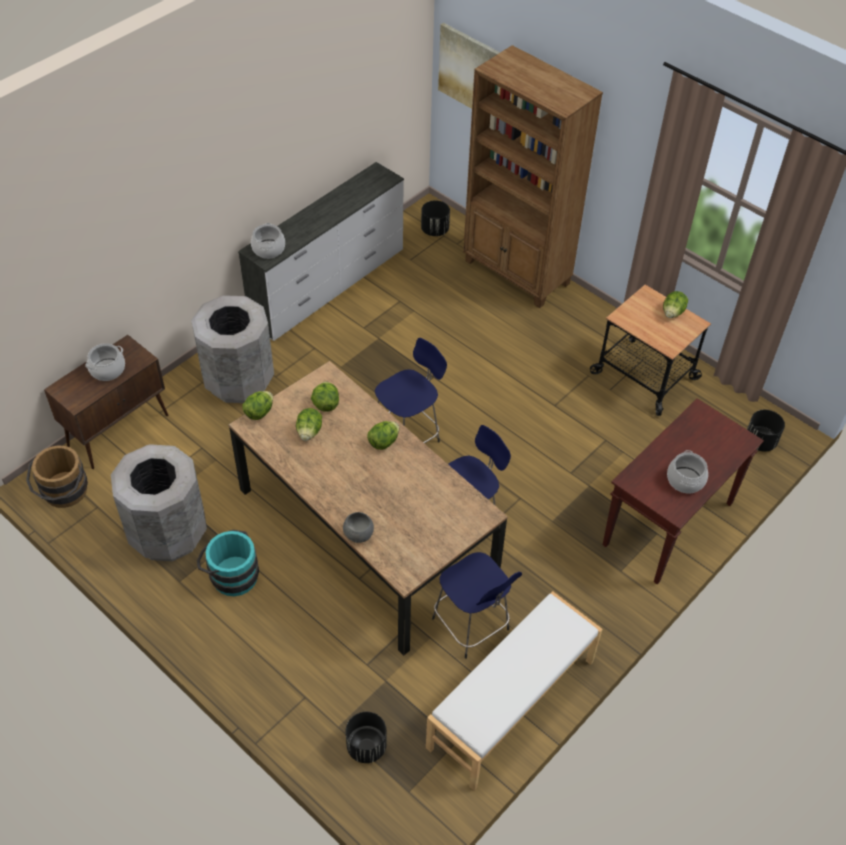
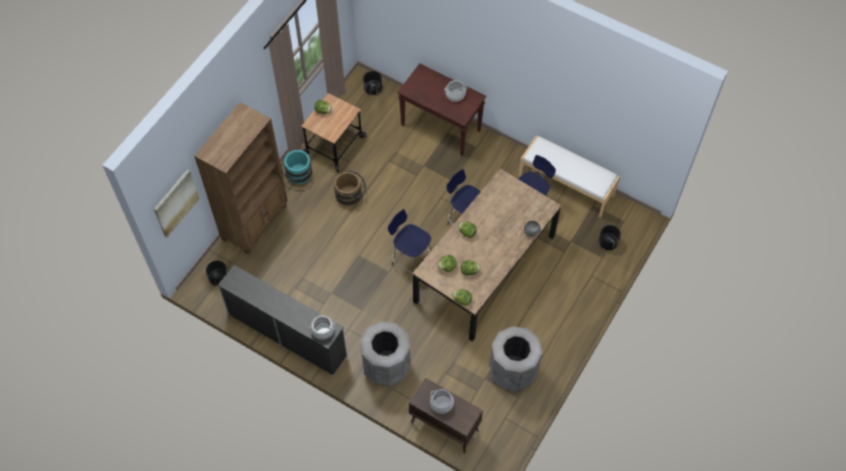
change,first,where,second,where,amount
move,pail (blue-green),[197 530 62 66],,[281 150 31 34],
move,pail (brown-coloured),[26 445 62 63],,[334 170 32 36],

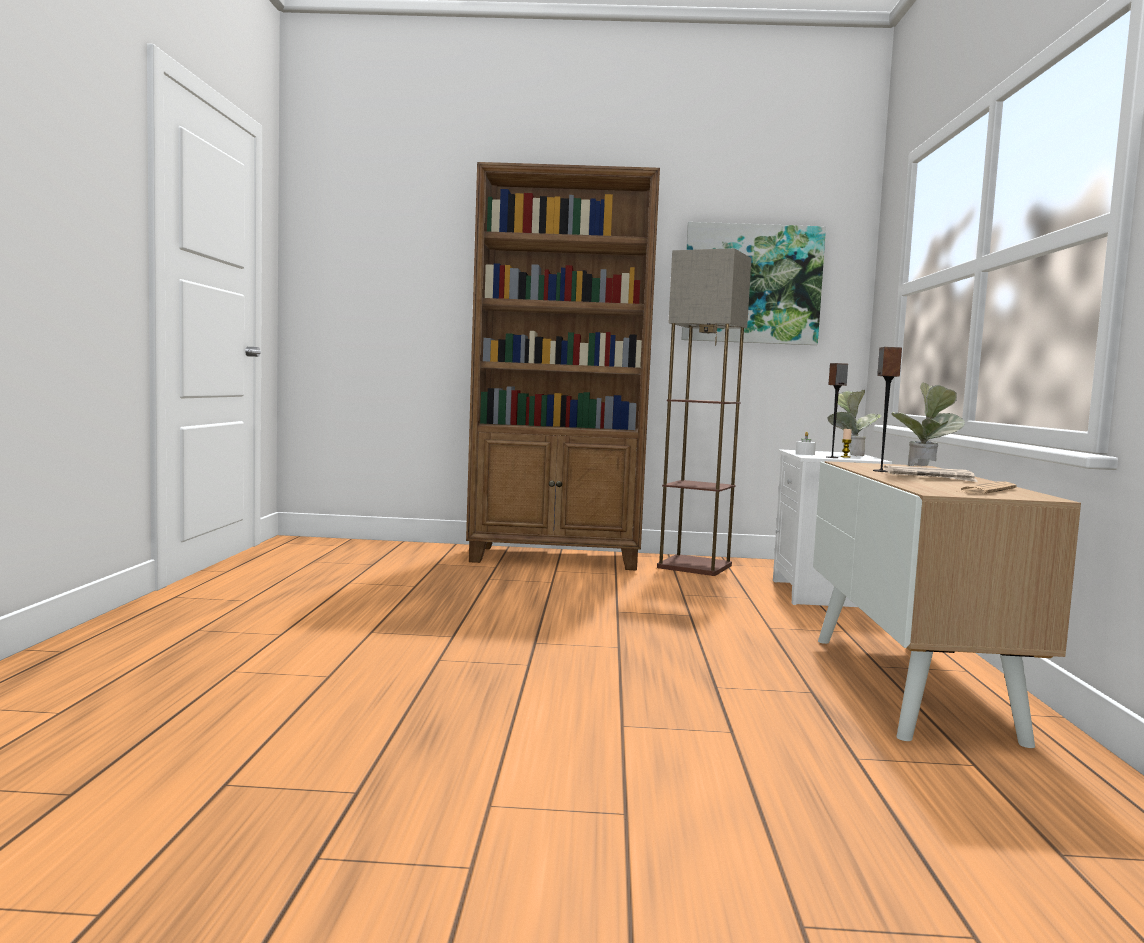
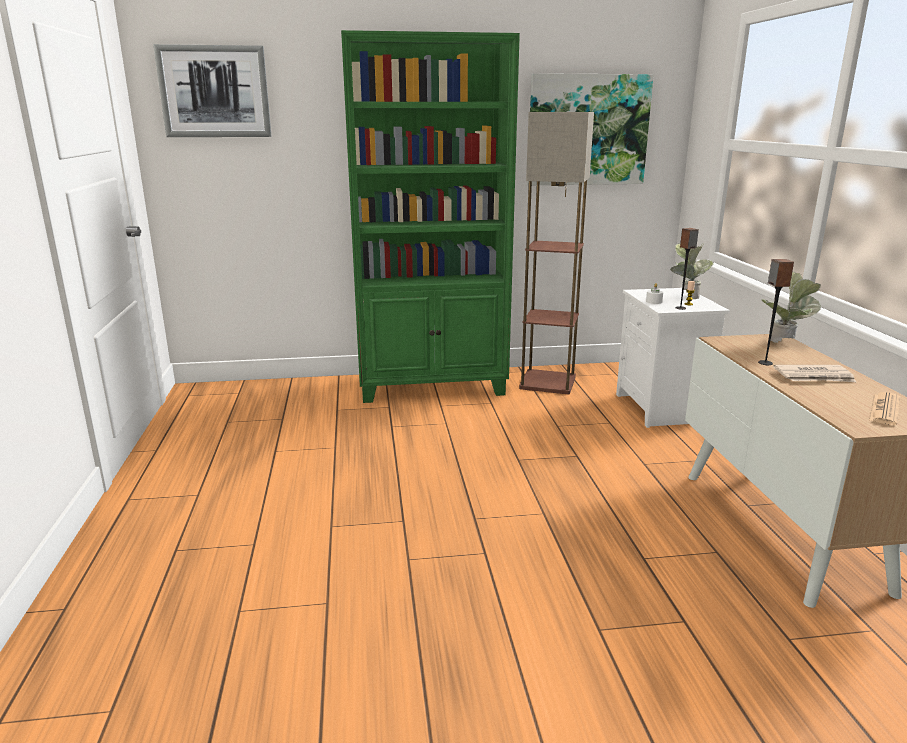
change,first,where,second,where,amount
insert,,,wall picture,[153 44 119 93],
recolor,bookshelf (brown-coloured),[466 162 194 408],bookshelf (green),[341 30 179 373],

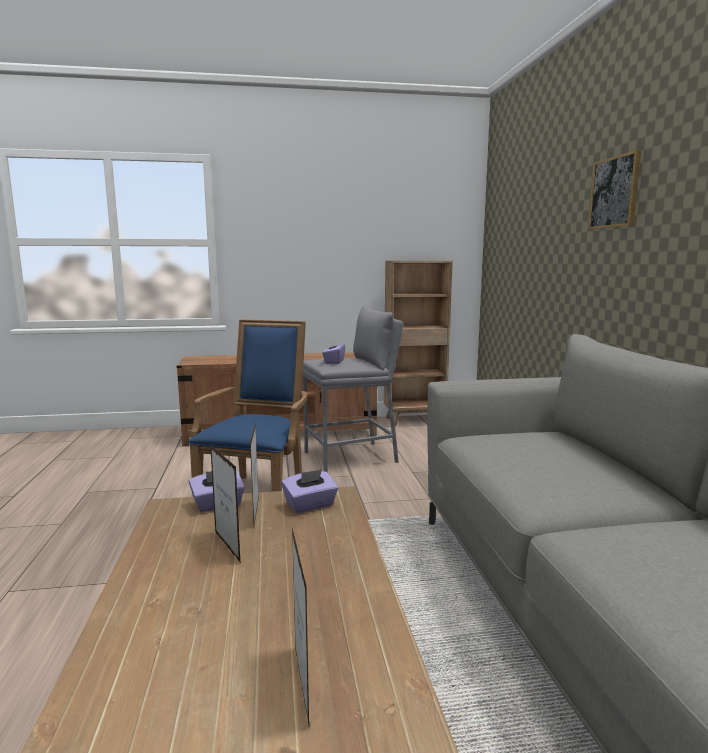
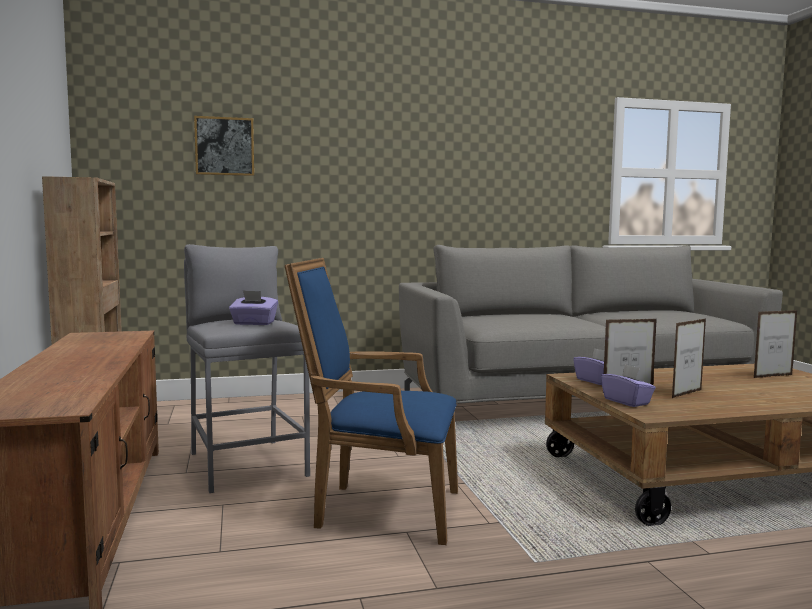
change,first,where,second,where,amount
move,wall picture,[588 150 53 79],,[194 116 60 60],

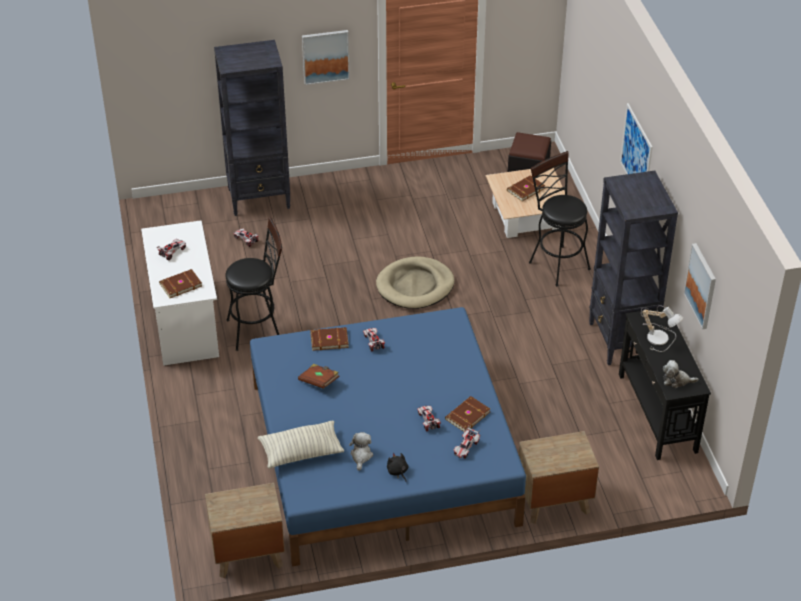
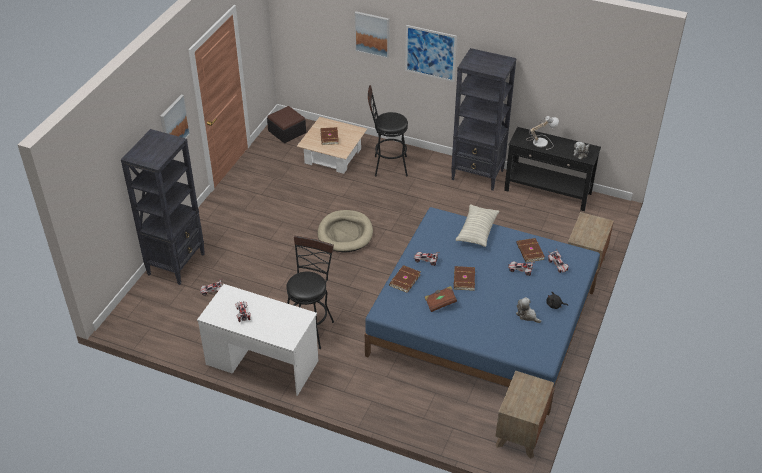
change,first,where,second,where,amount
move,wall picture,[684 243 32 87],,[355 11 34 47],
move,bound book (brown-coloured),[159 269 43 29],,[454 266 21 25],
move,cushion,[258 421 86 48],,[456 205 43 42],

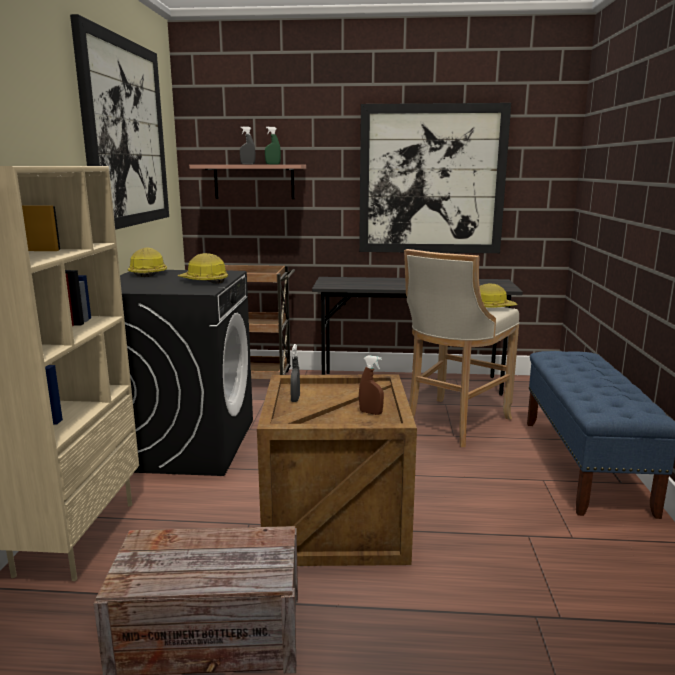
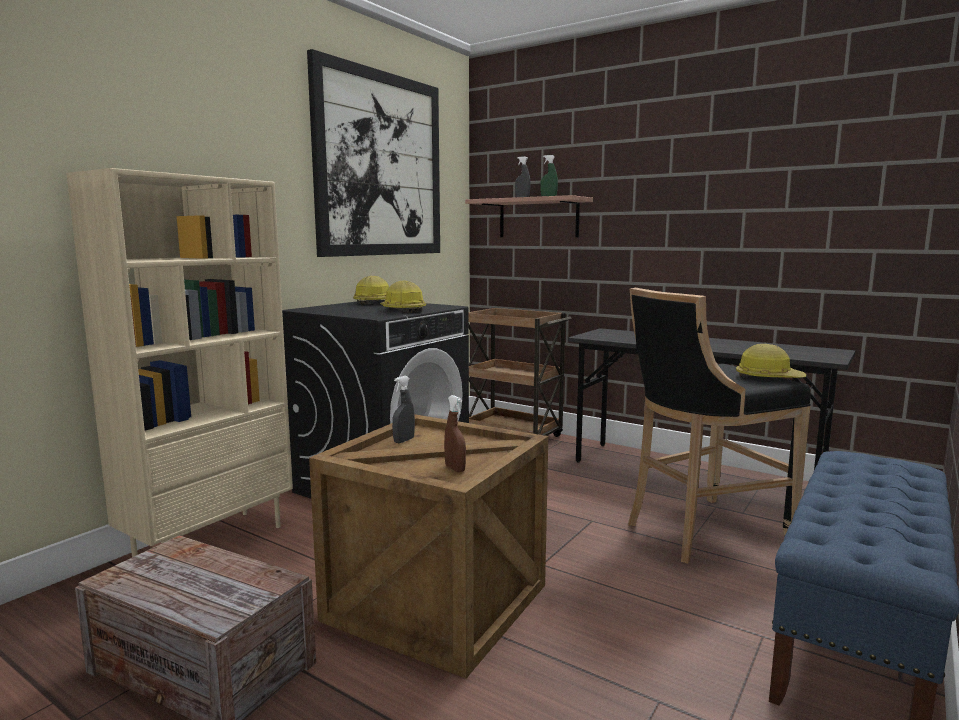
change,first,where,second,where,amount
recolor,stool seat (beige),[404 249 115 198],stool seat (blackish),[628 288 183 275],
delete,wall picture,[359 103 152 150],,,

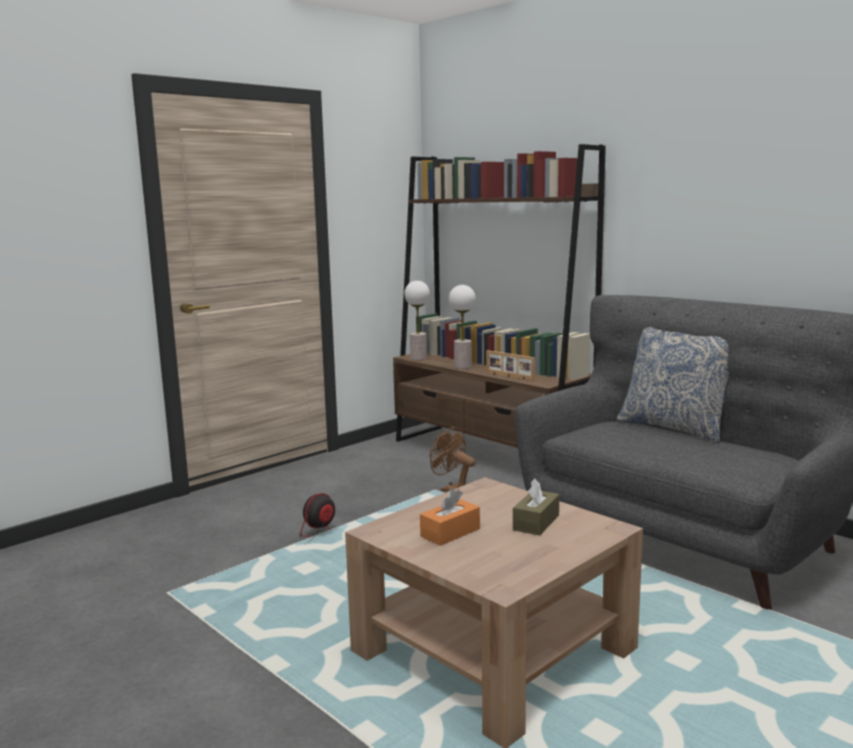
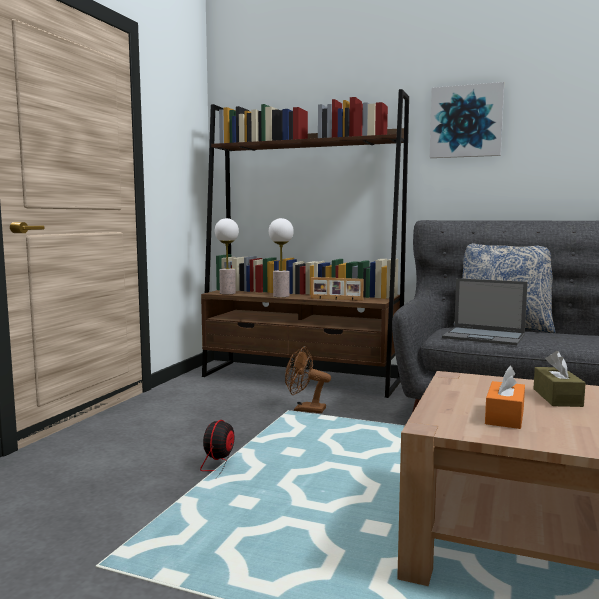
change,first,where,second,where,amount
insert,,,wall picture,[430 82 74 76],
insert,,,portable computer,[442 278 86 67],

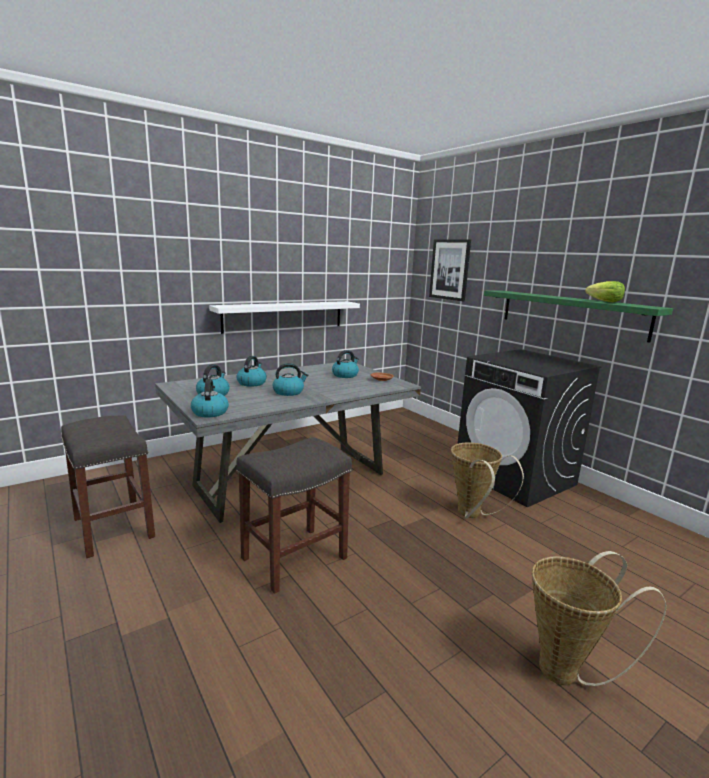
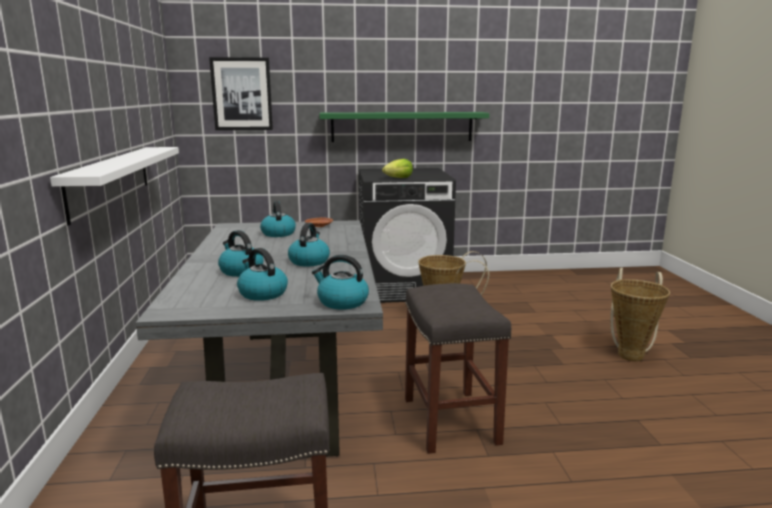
change,first,where,second,where,amount
move,head of lettuce,[585 281 40 21],,[382 159 31 19],

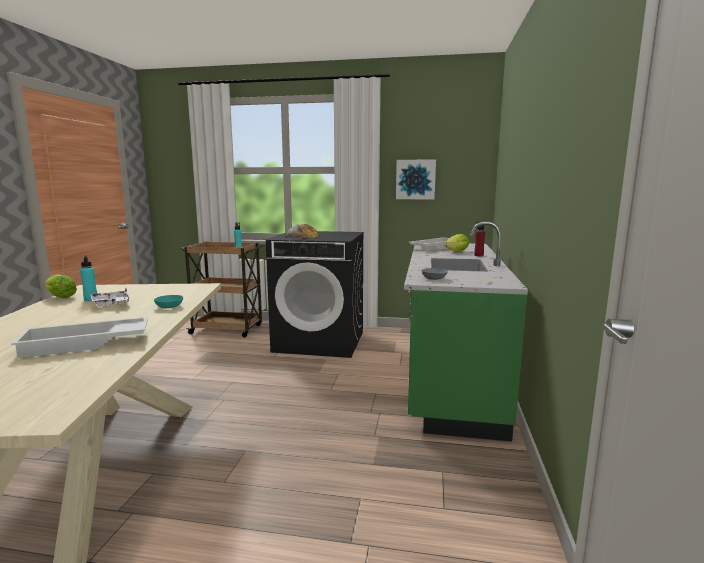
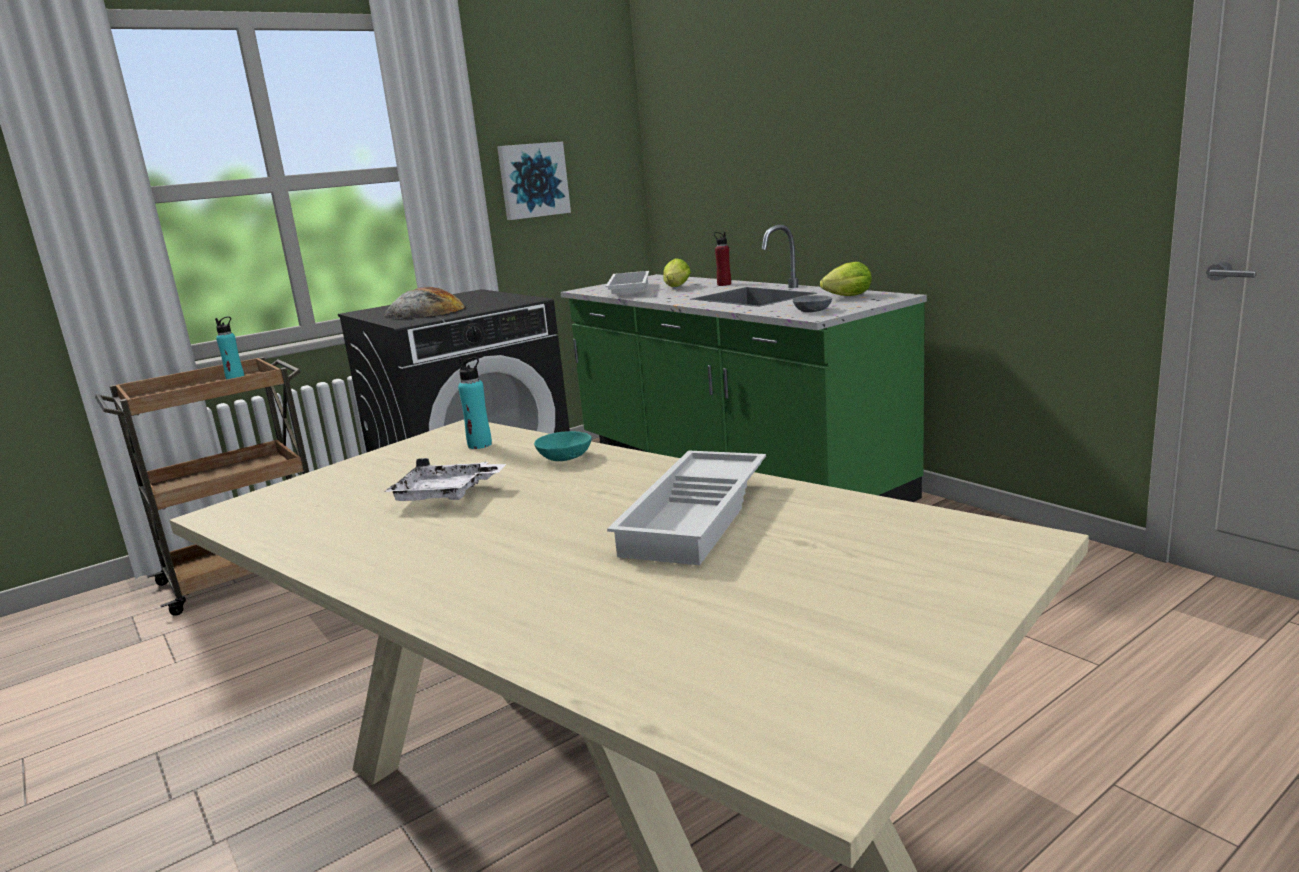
change,first,where,second,where,amount
move,beverage bottle (blue-green),[80 256 17 45],,[458 357 34 92],
move,head of lettuce,[45 274 32 24],,[820 262 52 34],

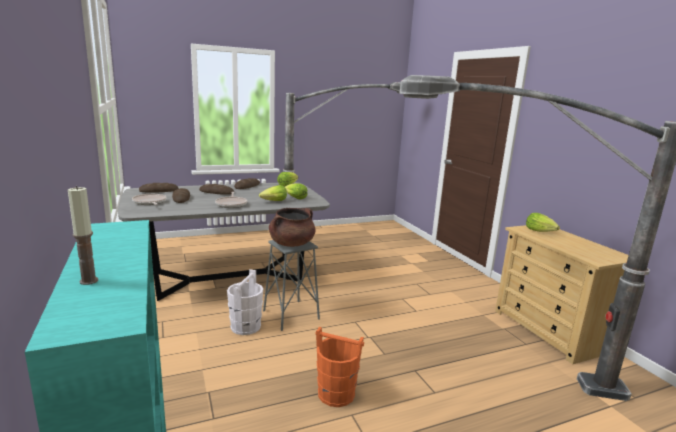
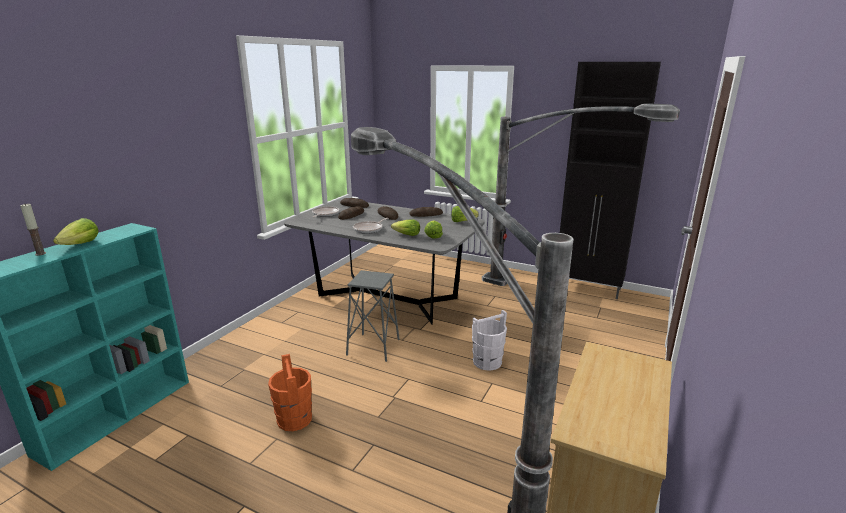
change,first,where,second,where,amount
move,head of lettuce,[526 213 34 19],,[53 218 46 27],
move,pail (white),[227 269 36 66],,[472 310 35 61],
insert,,,cabinet (blackish),[560 62 101 237],
delete,saucepot (brown-coloured),[269 208 46 39],,,

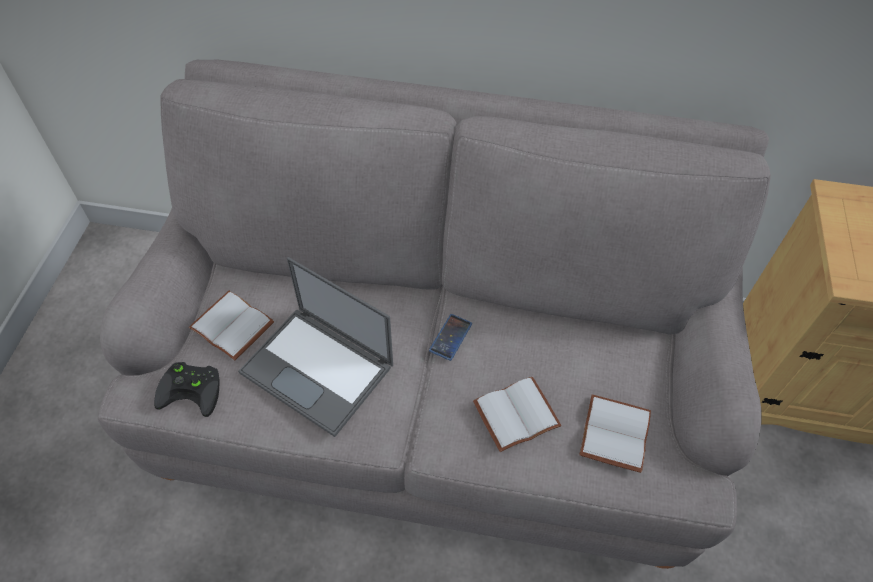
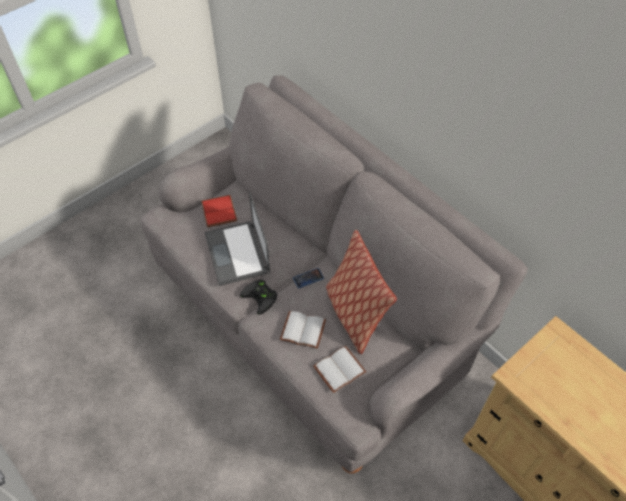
change,first,where,second,where,amount
recolor,bound book (white),[189 291 85 70],bound book (red),[201 195 36 32],
move,joypad (blackish),[154 362 66 55],,[240 279 37 36],
insert,,,cushion,[326 230 71 124],

